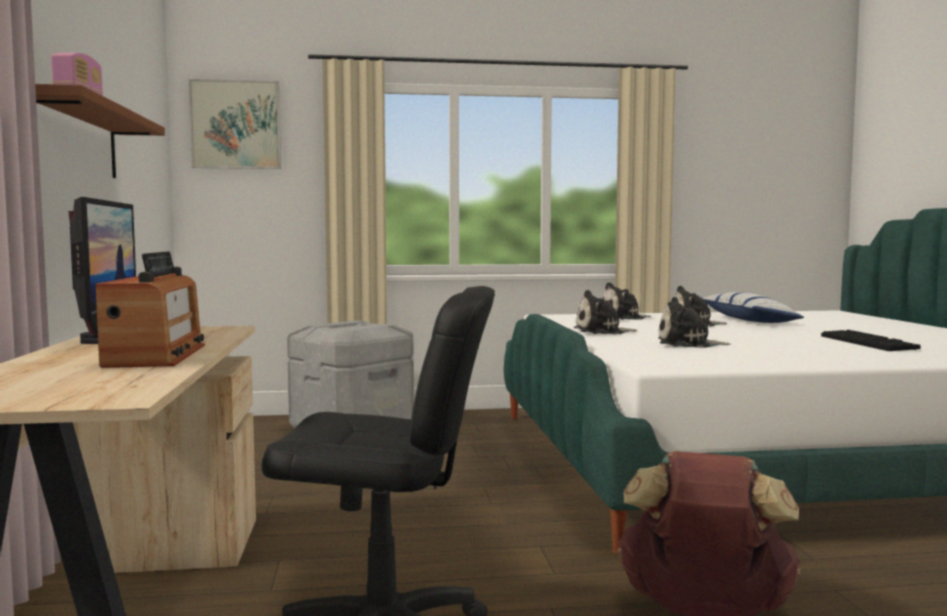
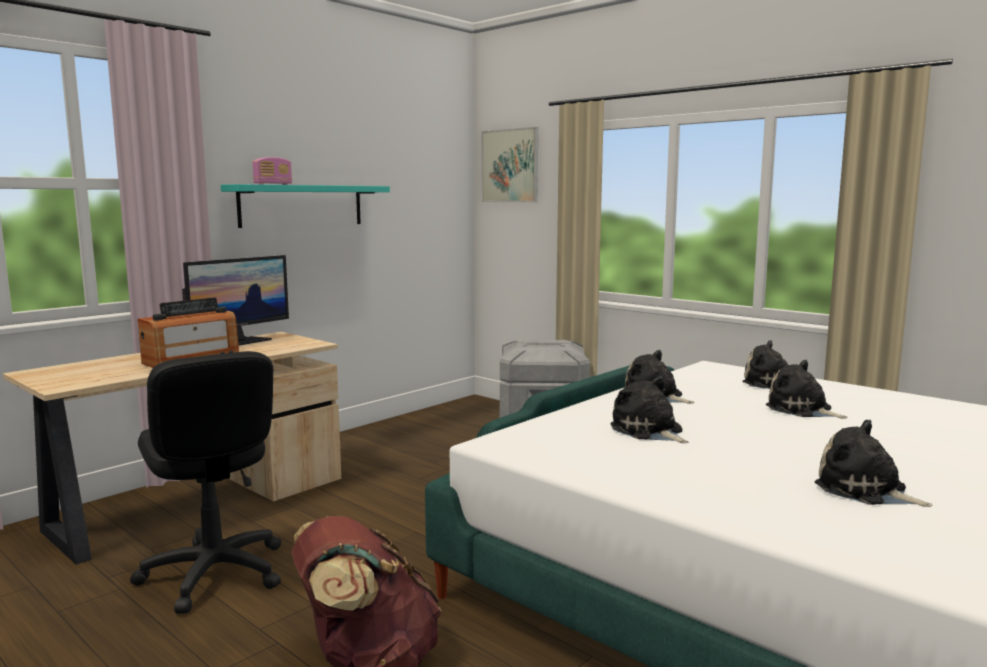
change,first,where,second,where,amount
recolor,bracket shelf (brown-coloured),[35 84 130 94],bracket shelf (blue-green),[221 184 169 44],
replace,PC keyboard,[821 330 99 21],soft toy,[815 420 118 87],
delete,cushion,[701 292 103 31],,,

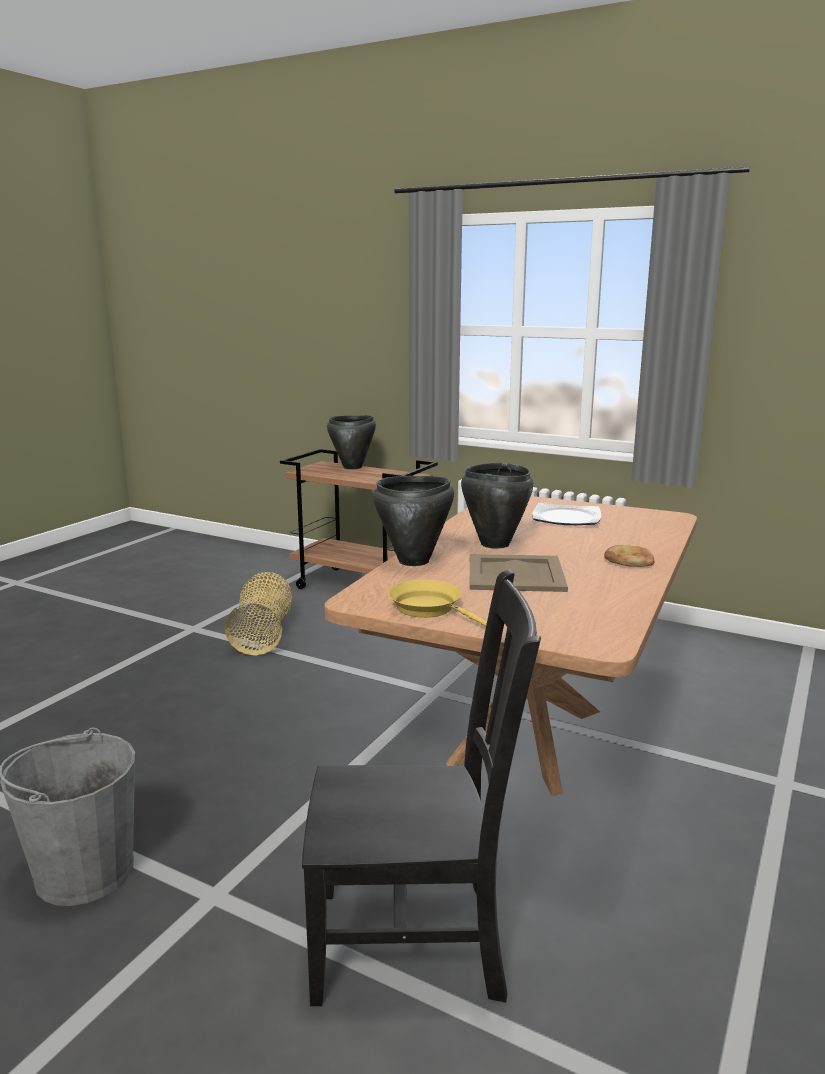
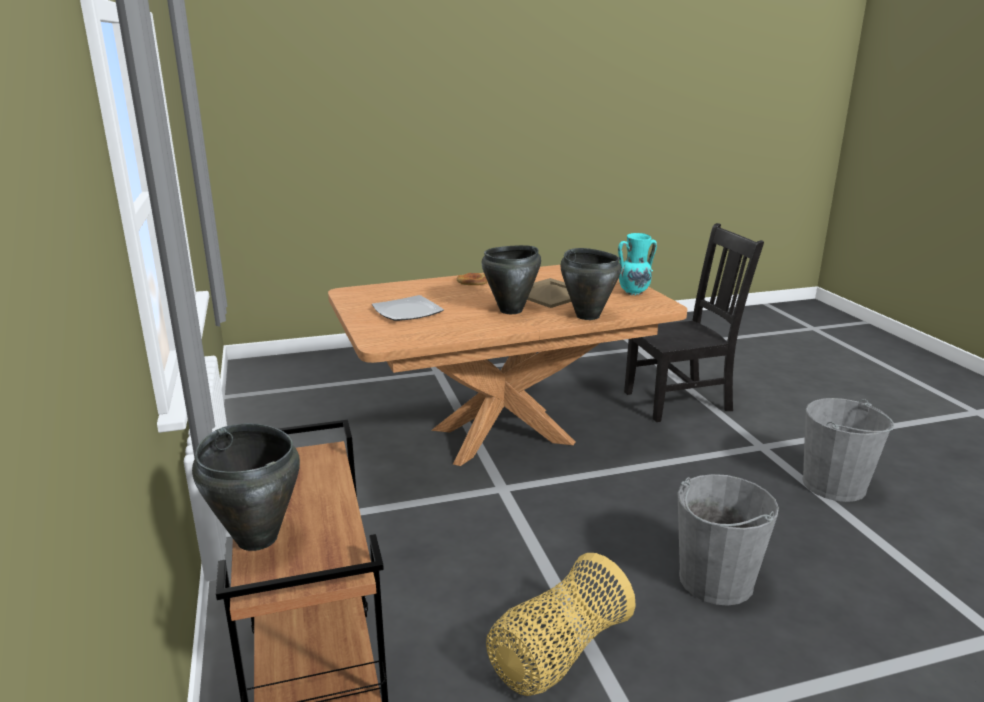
change,first,where,second,where,amount
replace,pan (yellow-coloured),[388 580 99 47],vase (blue-green),[618 233 39 62],
rotate,upright chair (blackish),[302 570 239 436],,[624 223 140 199],120 degrees clockwise
insert,,,pail (grey),[678 474 101 132],

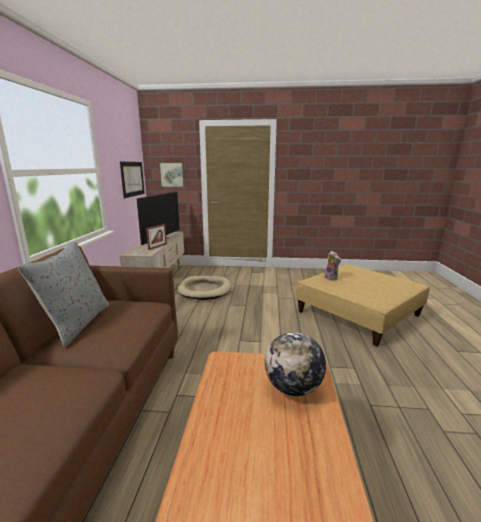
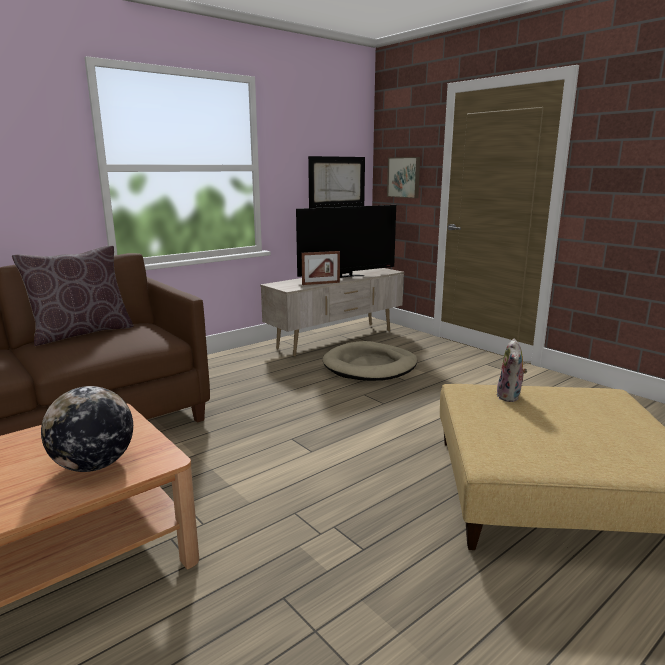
change,first,where,second,where,amount
recolor,cushion (grey),[18 242 91 105],cushion (brown-coloured),[12 246 122 100],

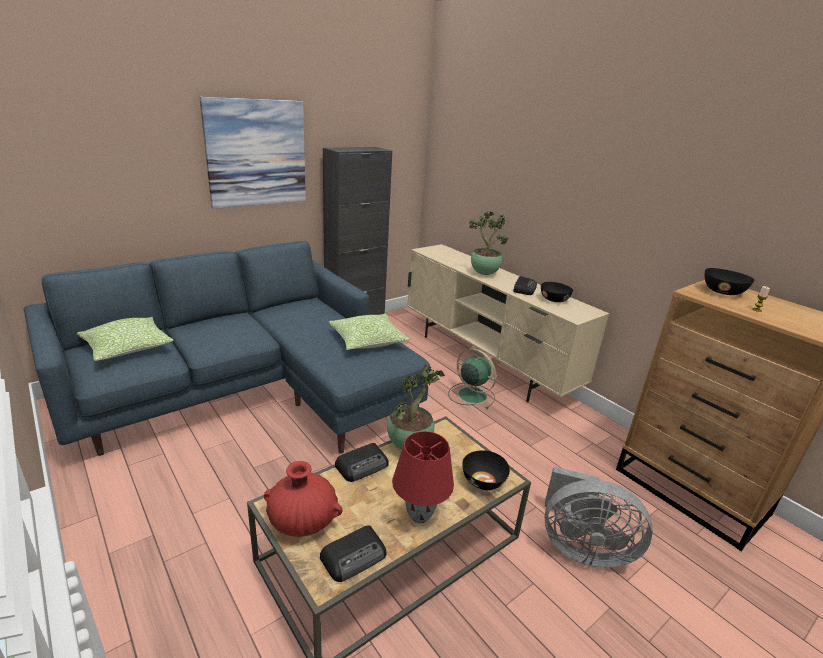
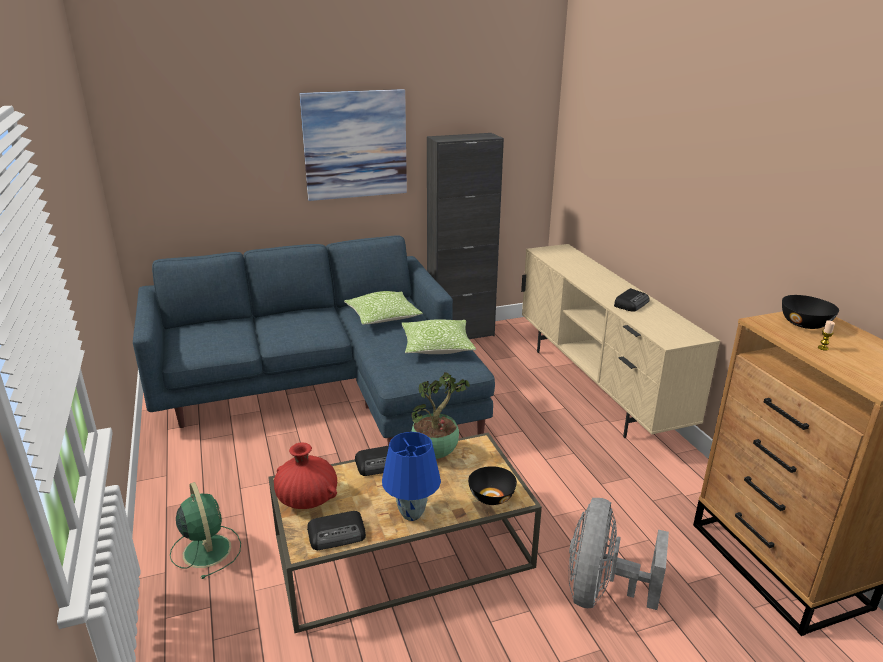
change,first,where,second,where,amount
move,fan (green),[448 348 48 61],,[170 482 71 97],
move,cushion,[77 317 96 44],,[344 291 79 34],
recolor,tabletop lamp (red),[392 431 62 92],tabletop lamp (blue-coloured),[382 432 59 89],
rotate,fan (grey),[545 466 107 102],,[569 498 100 112],75 degrees clockwise
delete,potted plant,[469 211 40 64],,,
delete,serving bowl (blackish),[541 282 32 20],,,

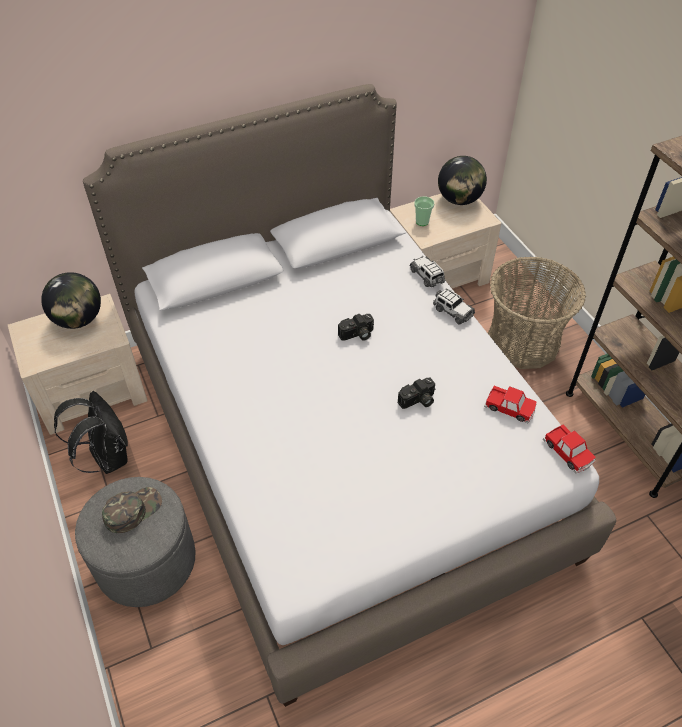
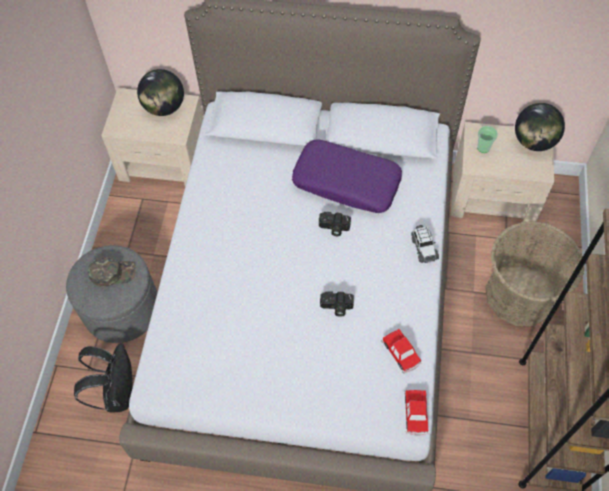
change,first,where,second,where,amount
move,knapsack (blackish),[54 391 74 83],,[74 343 59 70],
insert,,,cushion (purplish),[292 139 110 74],
delete,miniature car,[409 256 36 31],,,

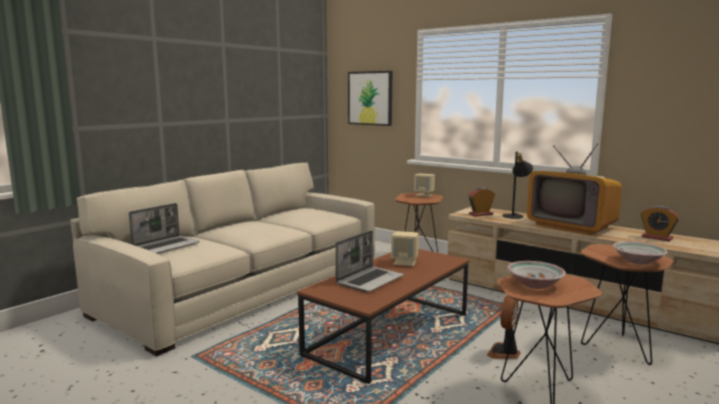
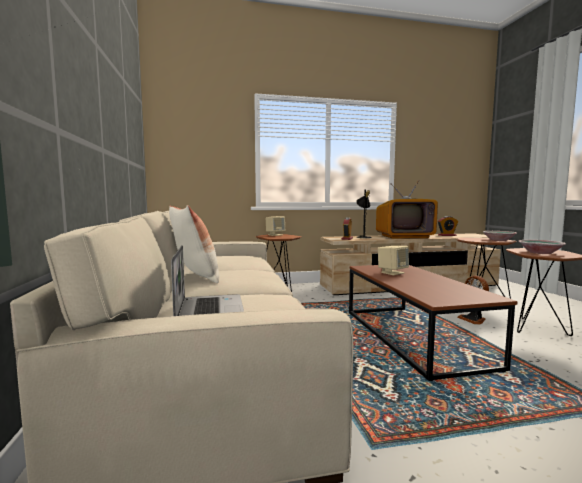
change,first,where,second,where,amount
insert,,,cushion,[169 205 50 78],
delete,portable computer,[335 230 69 62],,,
delete,wall picture,[348 71 44 55],,,

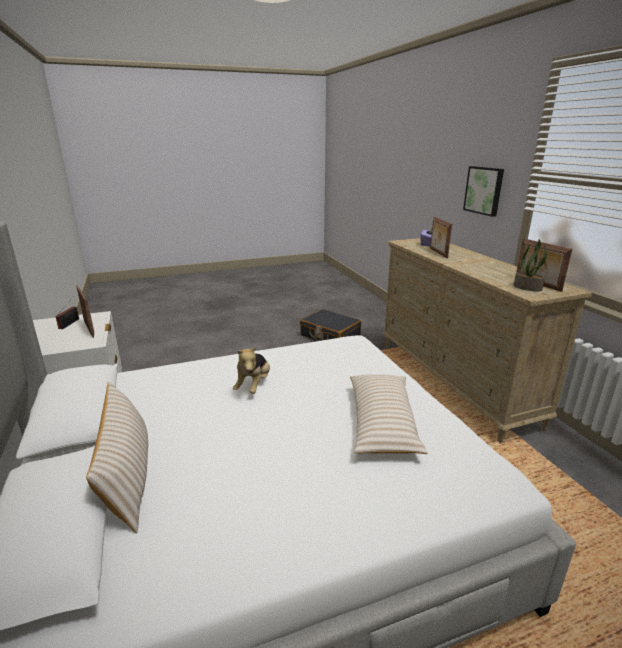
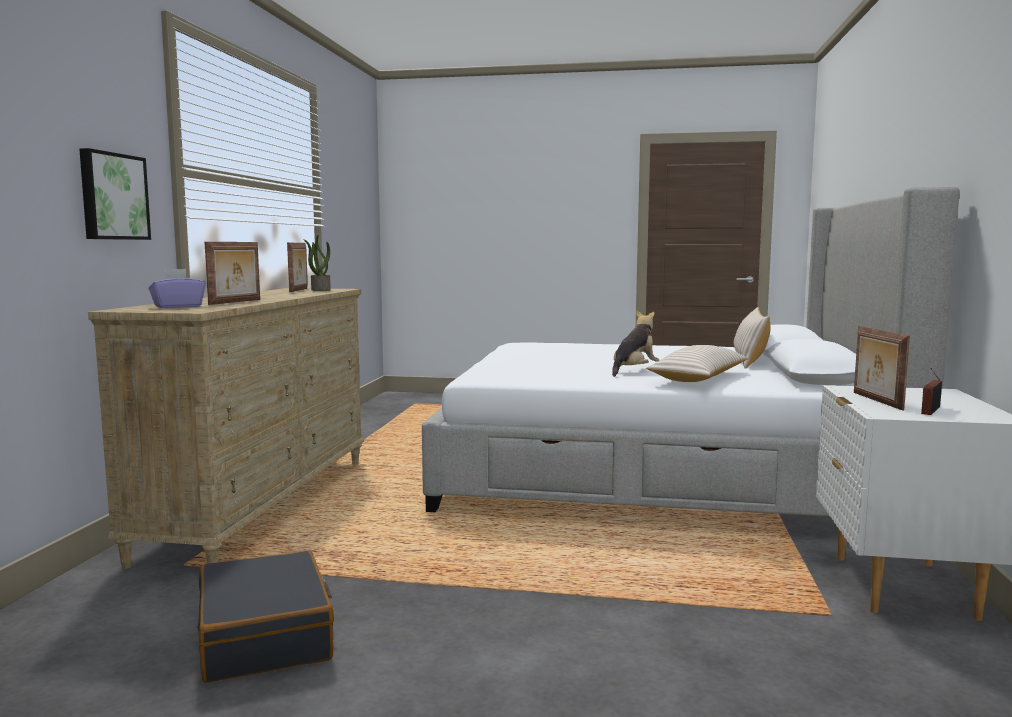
change,first,where,second,where,amount
move,cushion (beige),[350 375 78 79],,[646 345 102 37],

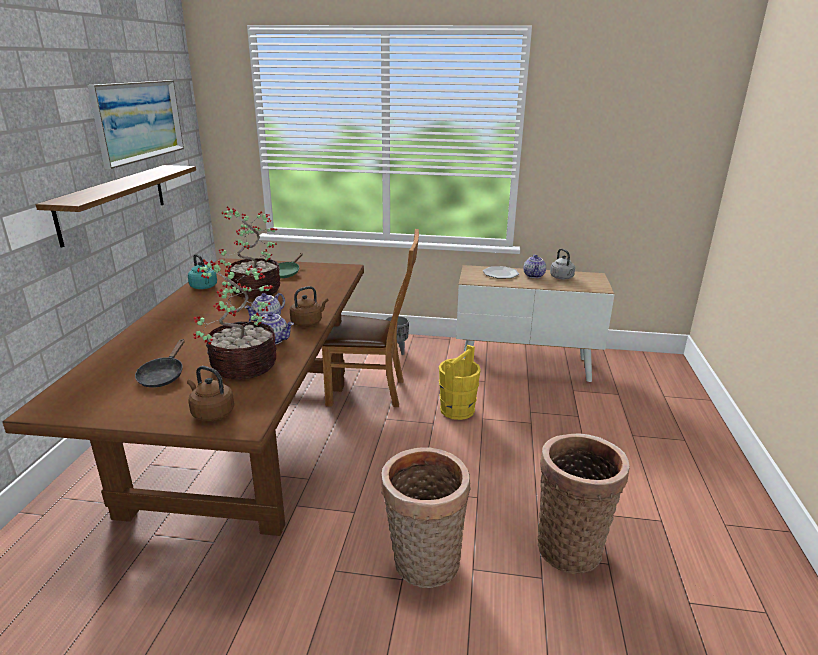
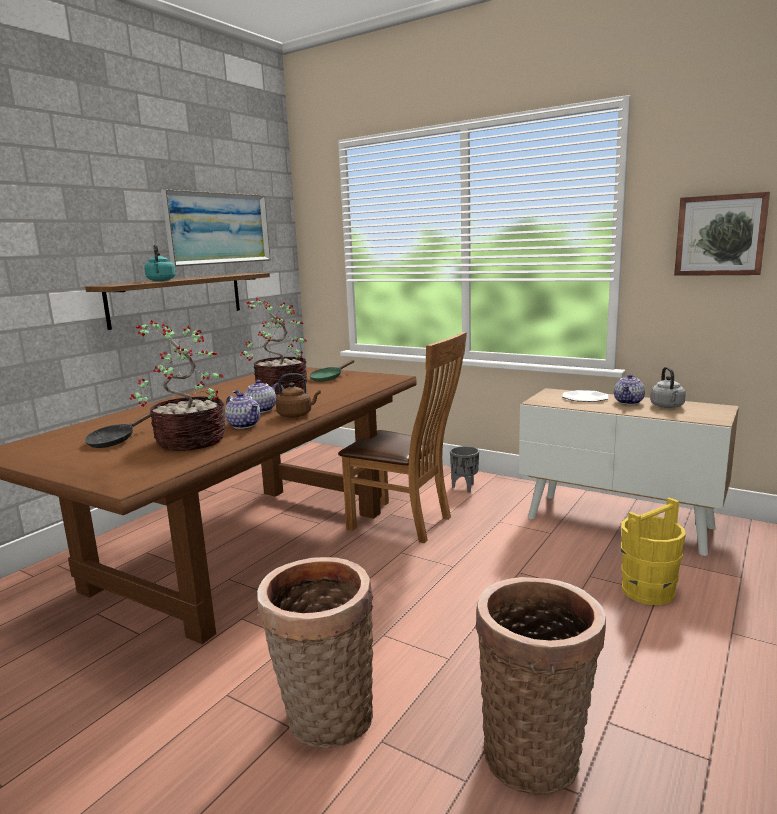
change,first,where,second,where,amount
move,kettle (blue-green),[188 254 29 35],,[144 244 32 37],
move,pail (yellow-coloured),[439 345 42 75],,[621 498 65 107],
insert,,,wall picture,[674 192 96 84],
delete,kettle (brown-coloured),[187 366 47 55],,,

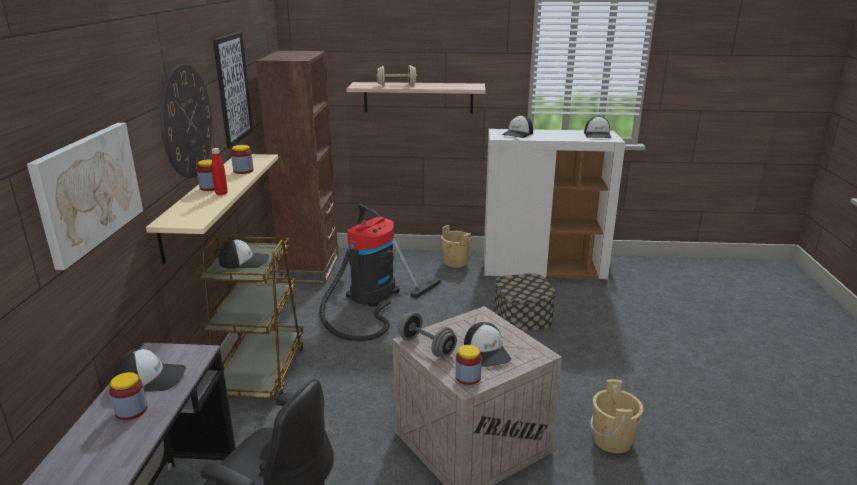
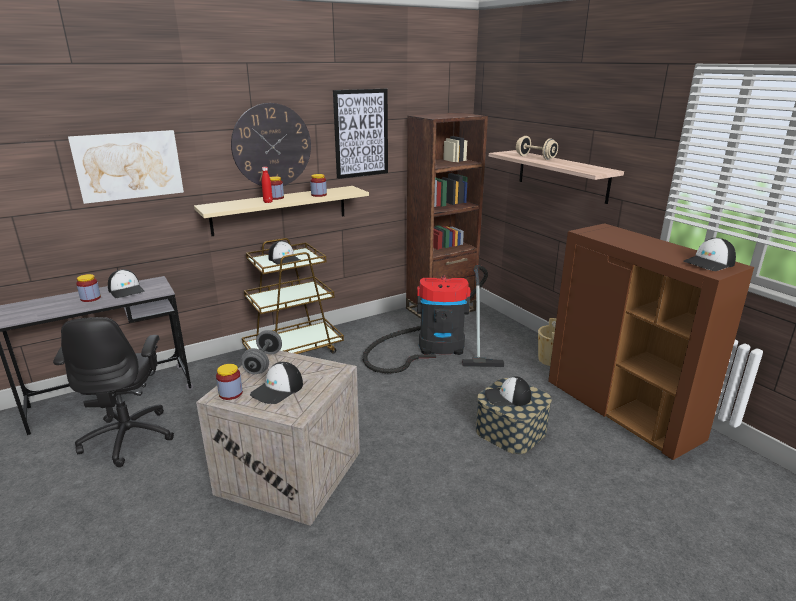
change,first,where,second,where,amount
move,baseball cap,[502 115 31 23],,[485 376 46 30],
recolor,cabinet (white),[484 129 142 151],cabinet (brown-coloured),[548 223 206 237],
delete,pail (beige),[590 379 53 74],,,

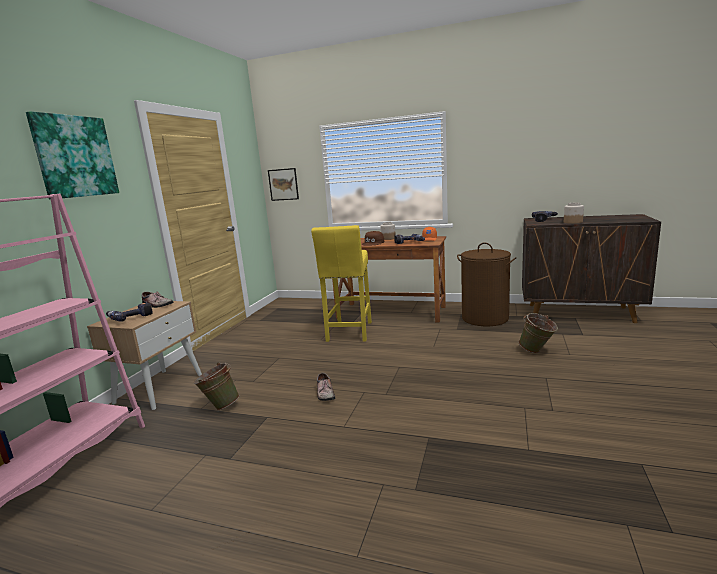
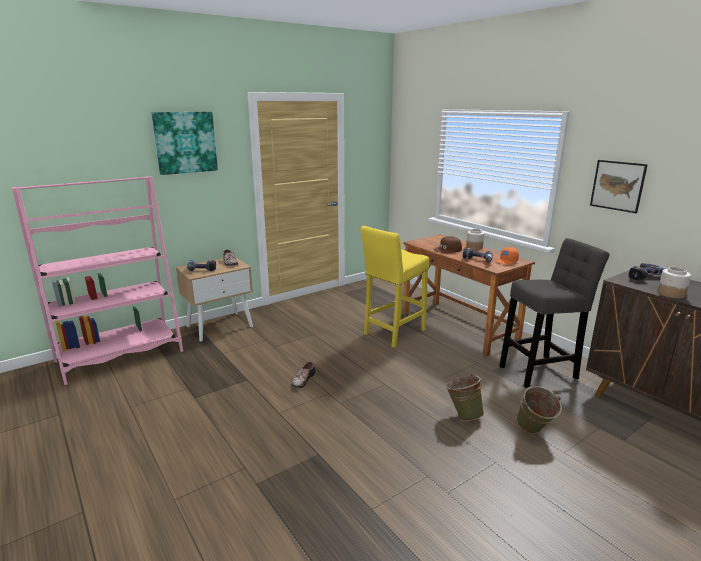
change,first,where,second,where,amount
move,pail (green),[193 362 47 48],,[445 373 39 48],
replace,laundry basket (brown-coloured),[457 242 59 84],stool seat (grey),[499 238 110 150],
move,wall picture,[268 168 31 33],,[590 160 58 53],

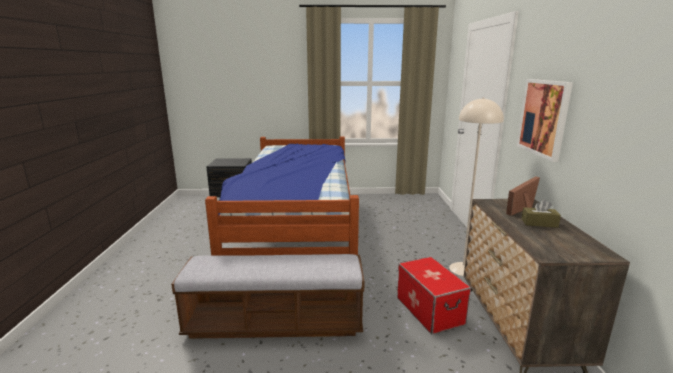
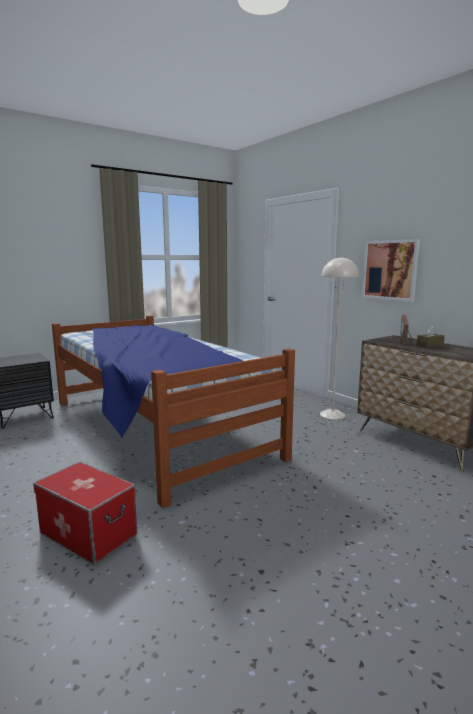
change,first,where,second,where,amount
move,storage bin,[397 257 74 77],,[33 462 104 102],
delete,indoor bench,[171 254 194 85],,,

